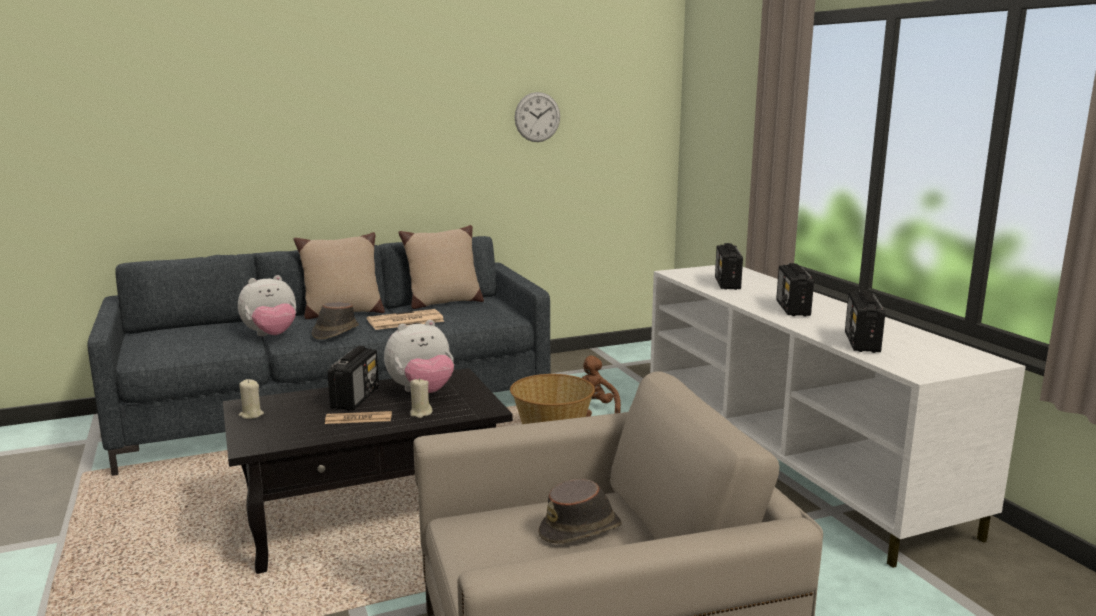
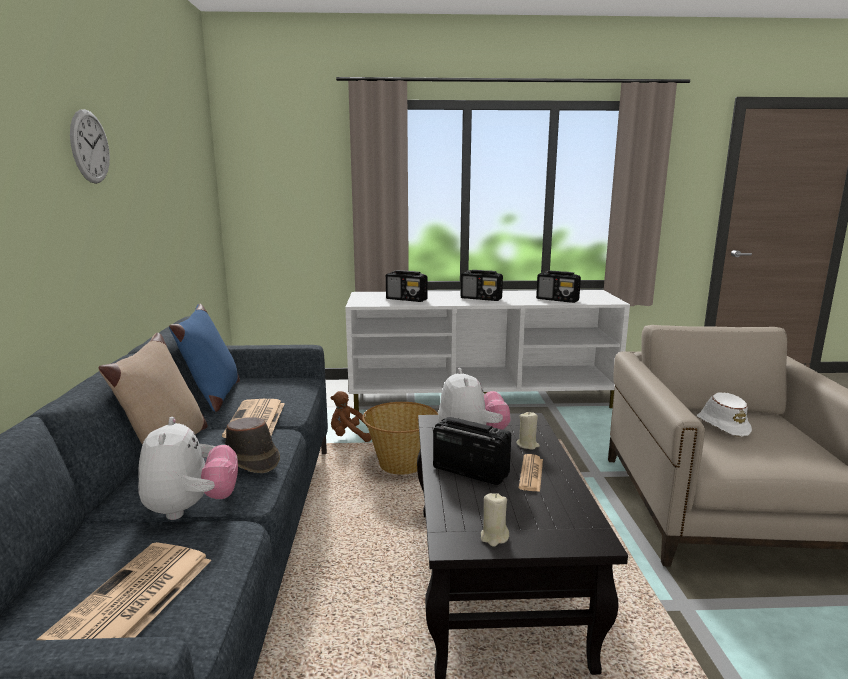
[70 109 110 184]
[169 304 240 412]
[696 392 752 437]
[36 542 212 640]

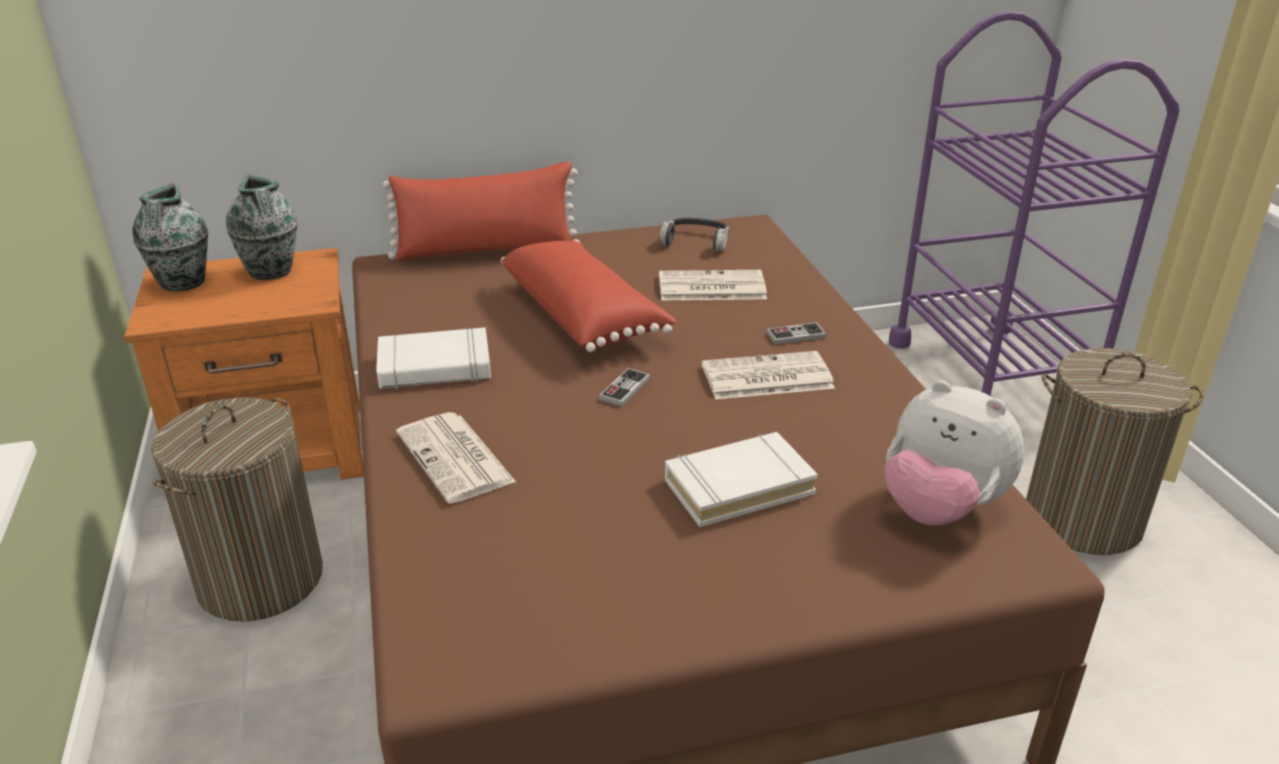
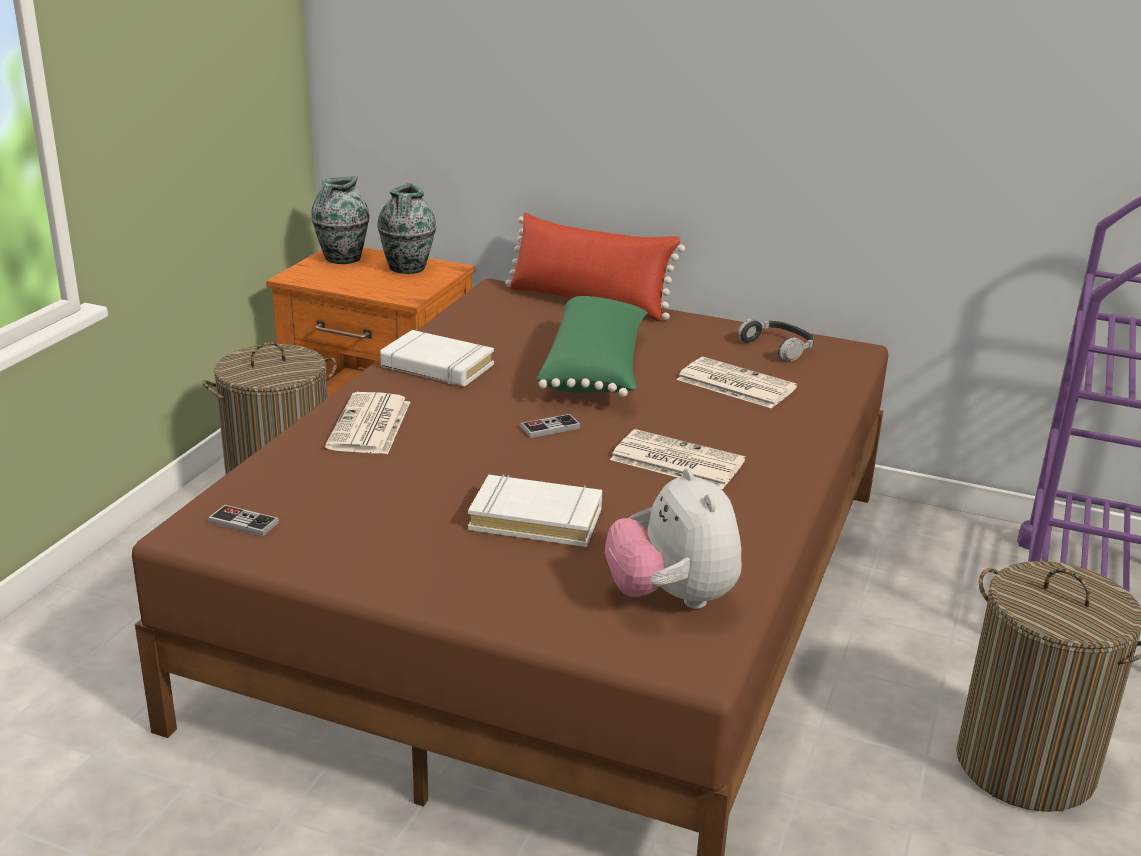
[537 296 648 397]
[208 505 279 537]

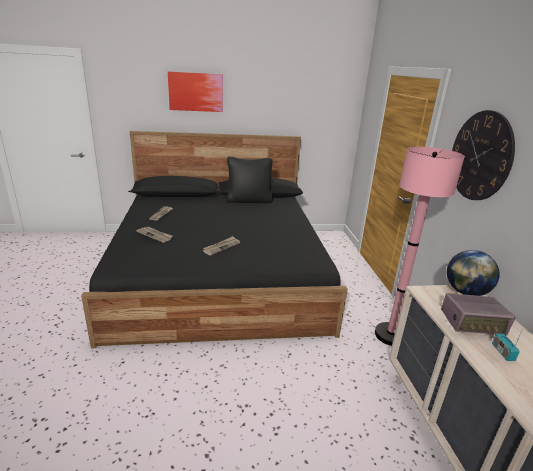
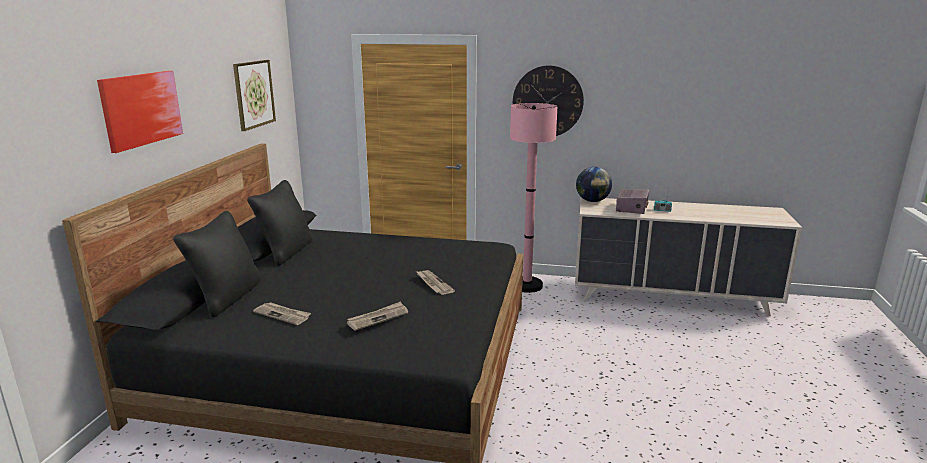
[233 60 276 131]
[173 211 261 317]

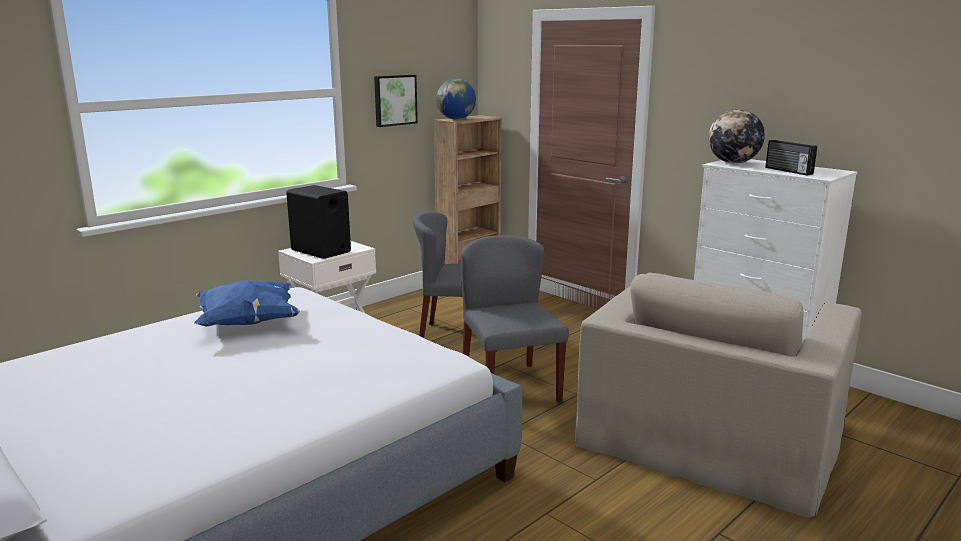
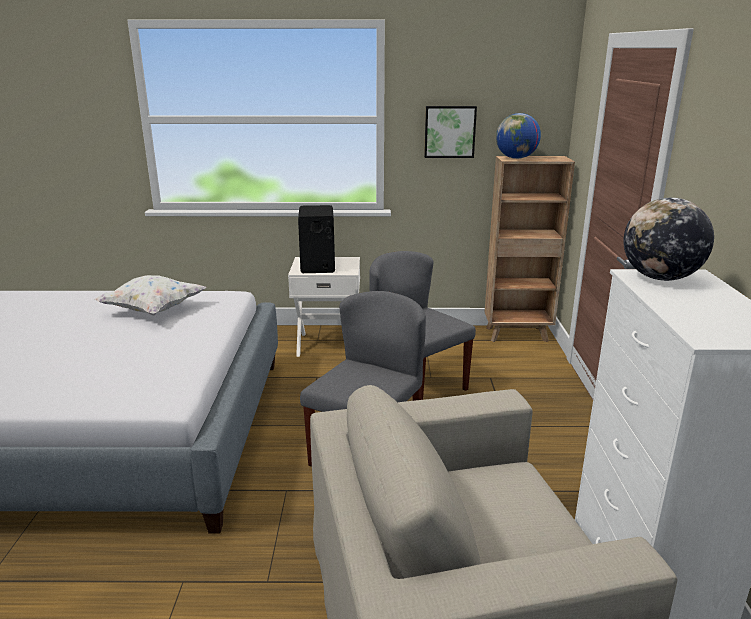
[765 140 817 175] (first image)
[95 275 207 316]

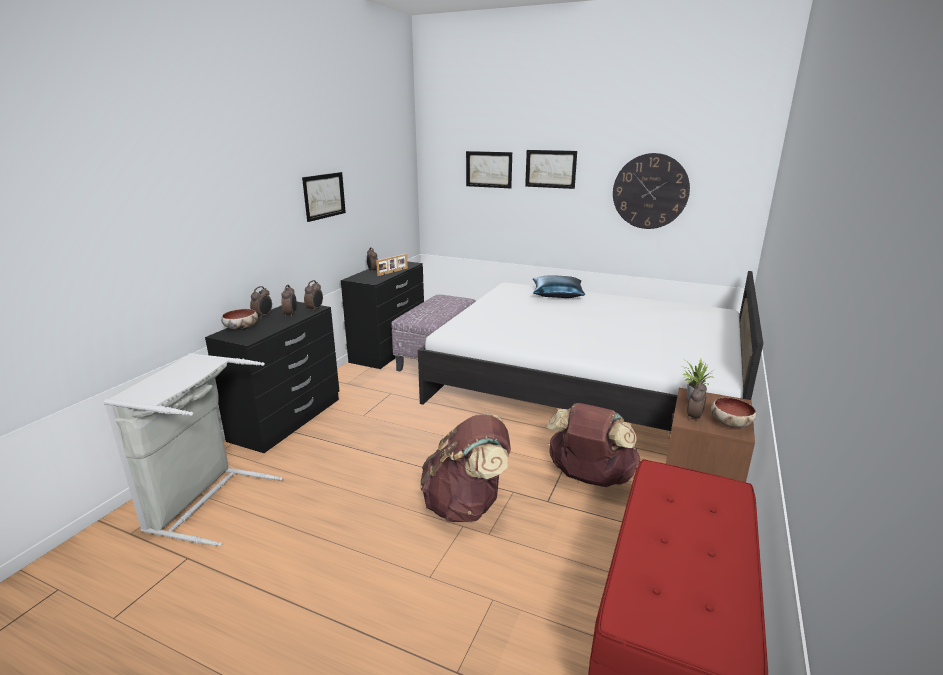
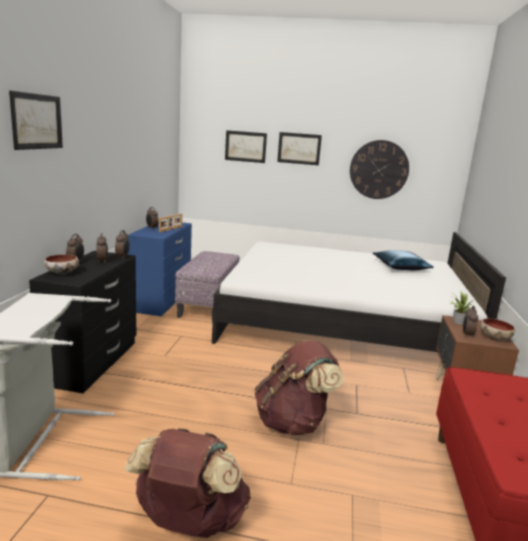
[9 91 63 150]
[128 222 192 316]
[373 250 434 271]
[125 428 251 538]

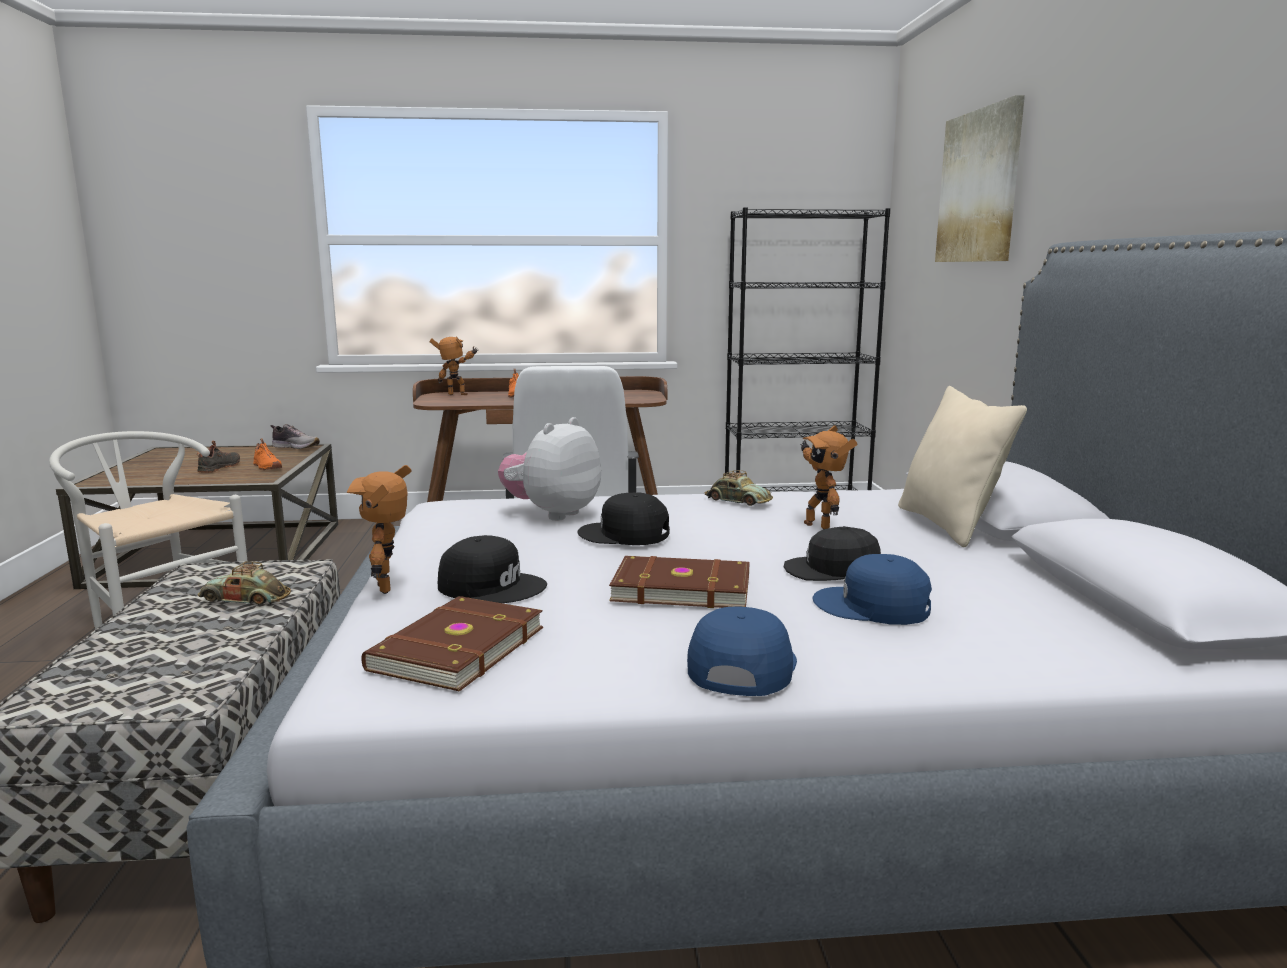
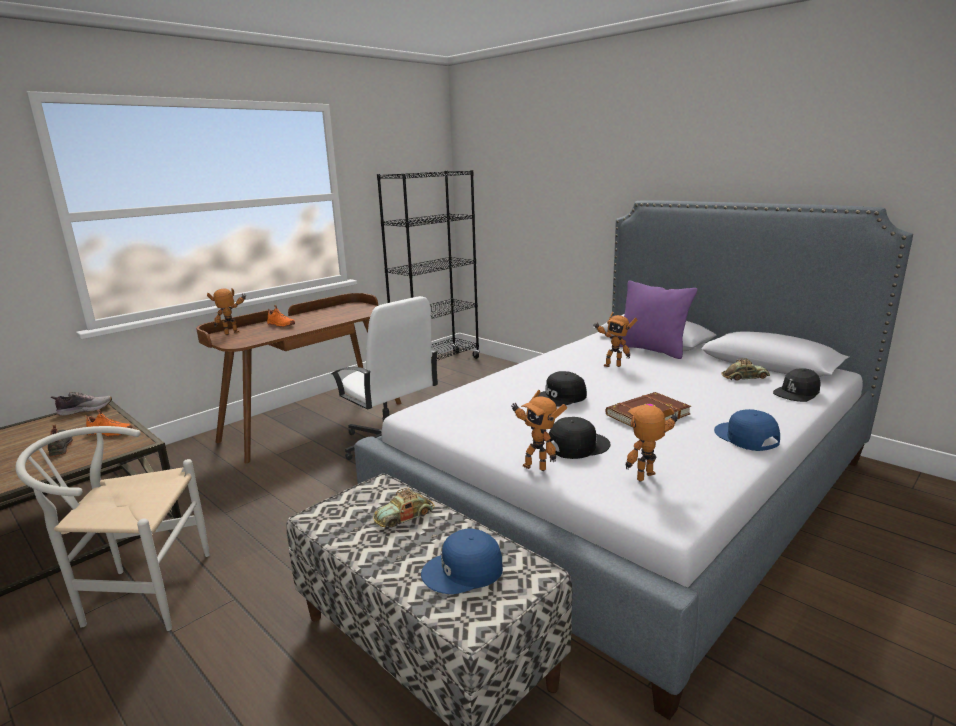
[935 95 1025 262] (first image)
[618 280 697 359]
[498 417 601 521] (first image)
[721 358 770 381]
[773 368 821 402]
[421 528 503 594]
[626 405 678 482]

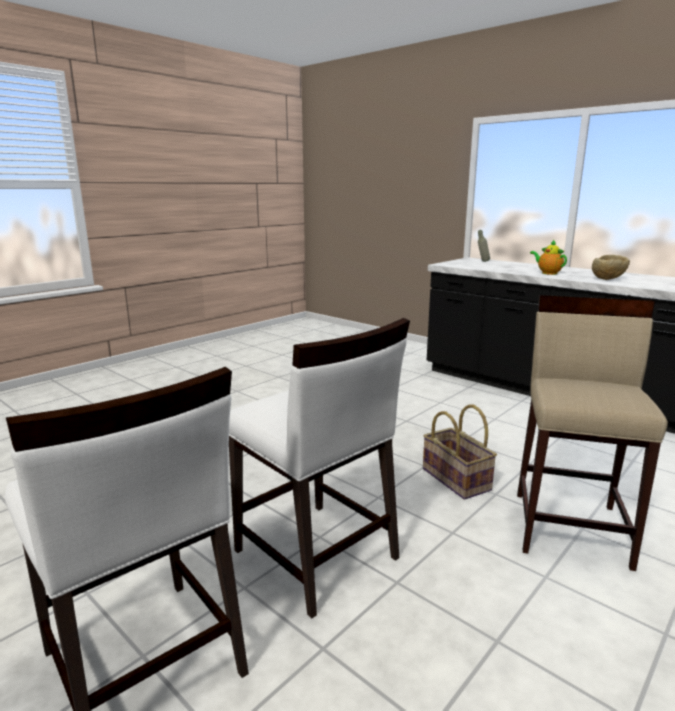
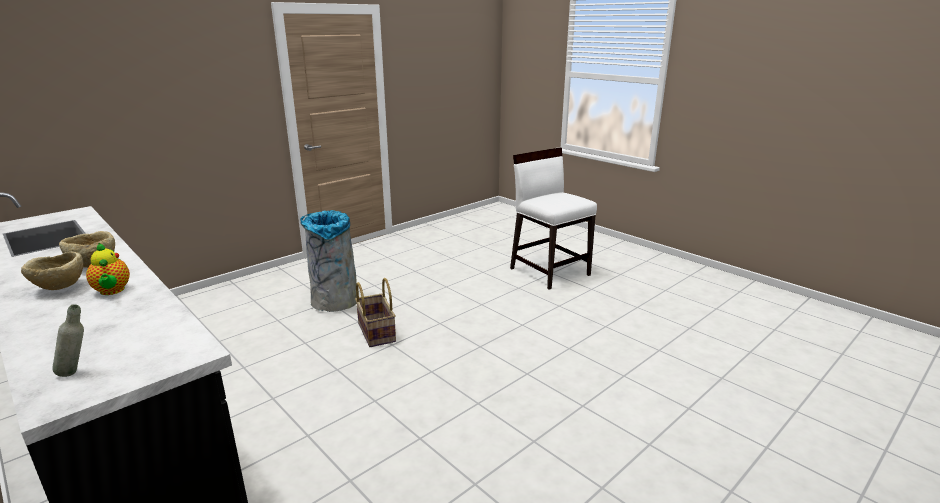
[300 210 357 312]
[229 318 410 618] (first image)
[21 252 83 290]

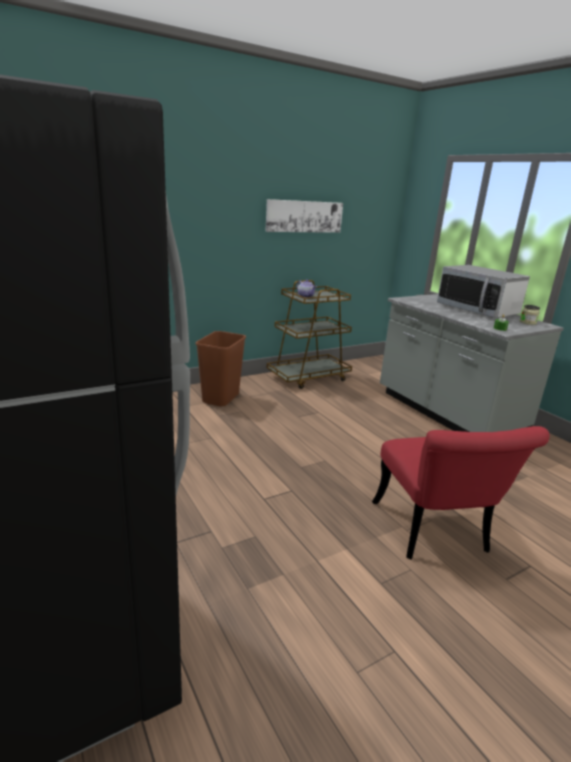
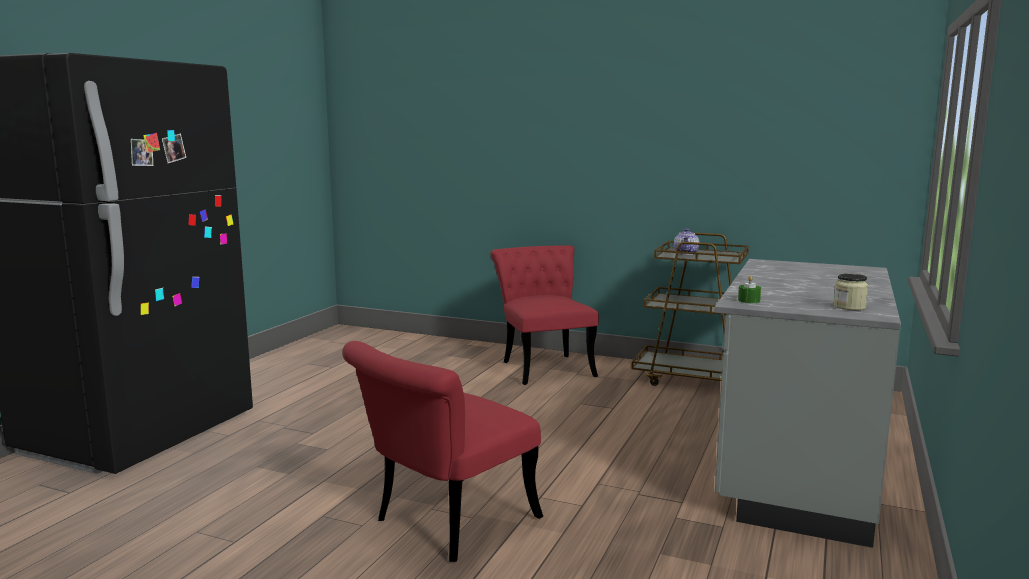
[266 199 343 233] (first image)
[437 265 530 318] (first image)
[490 245 599 385]

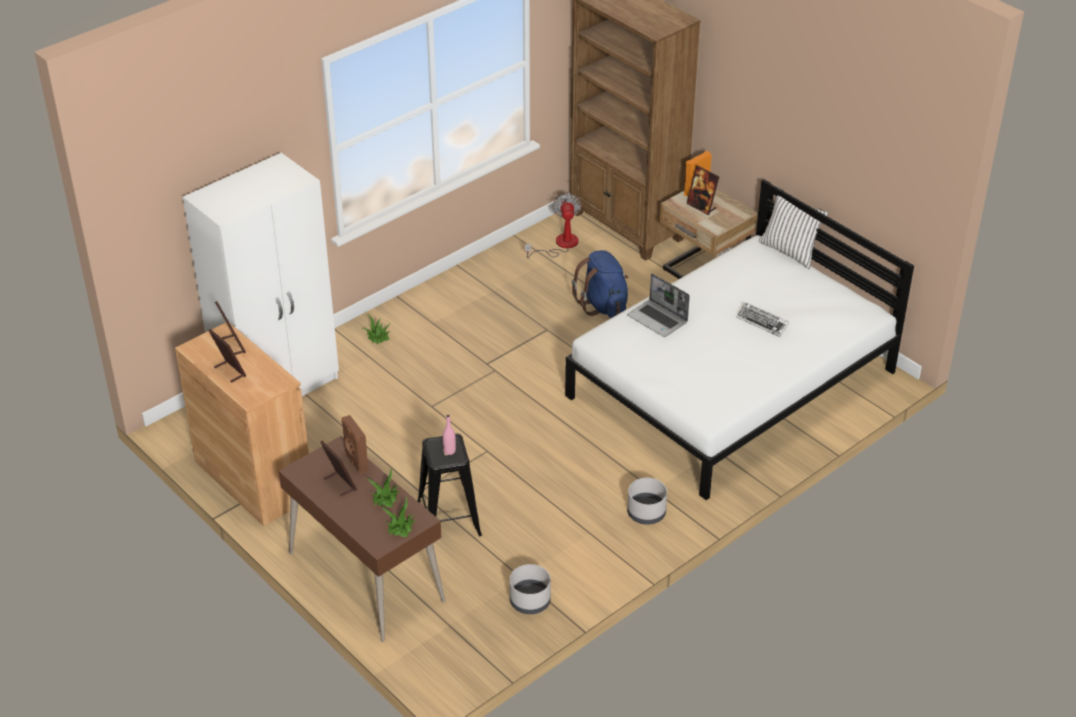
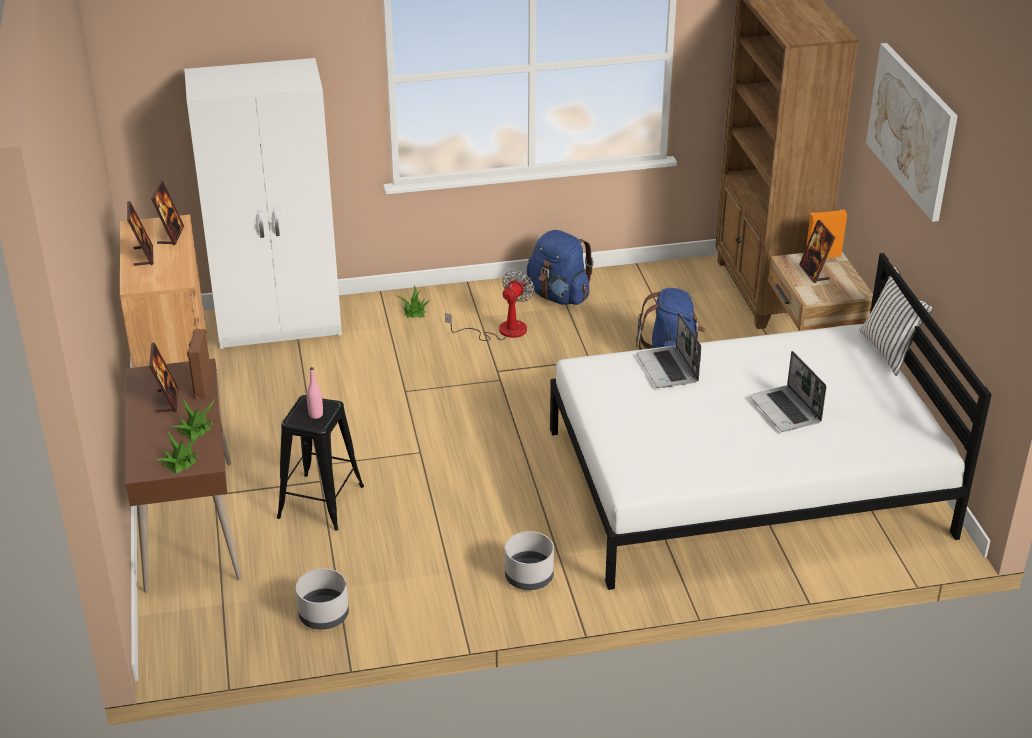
[445 270 534 341]
[749 351 826 432]
[866 43 958 222]
[526 230 594 305]

